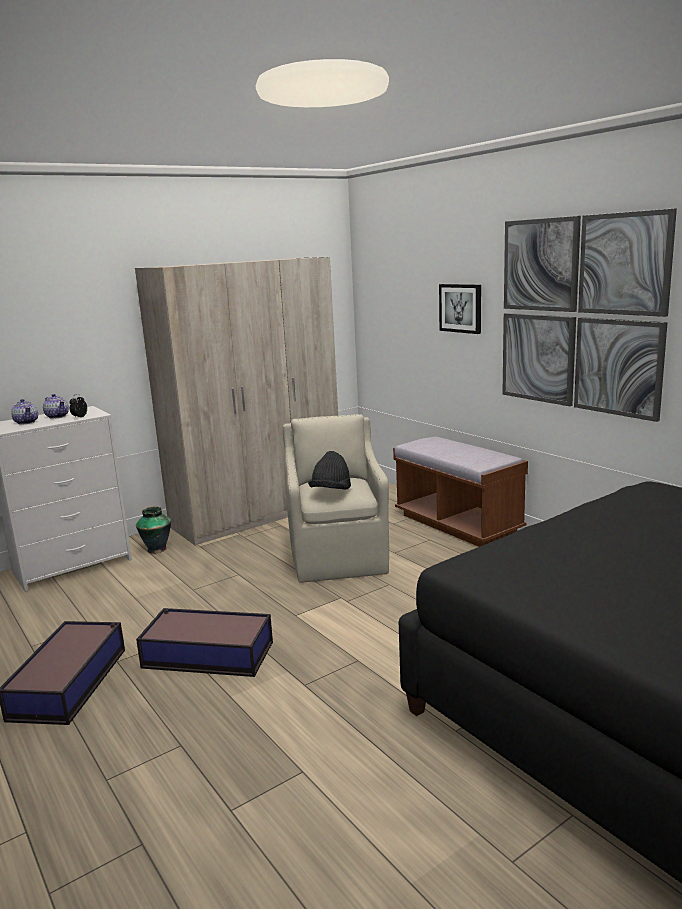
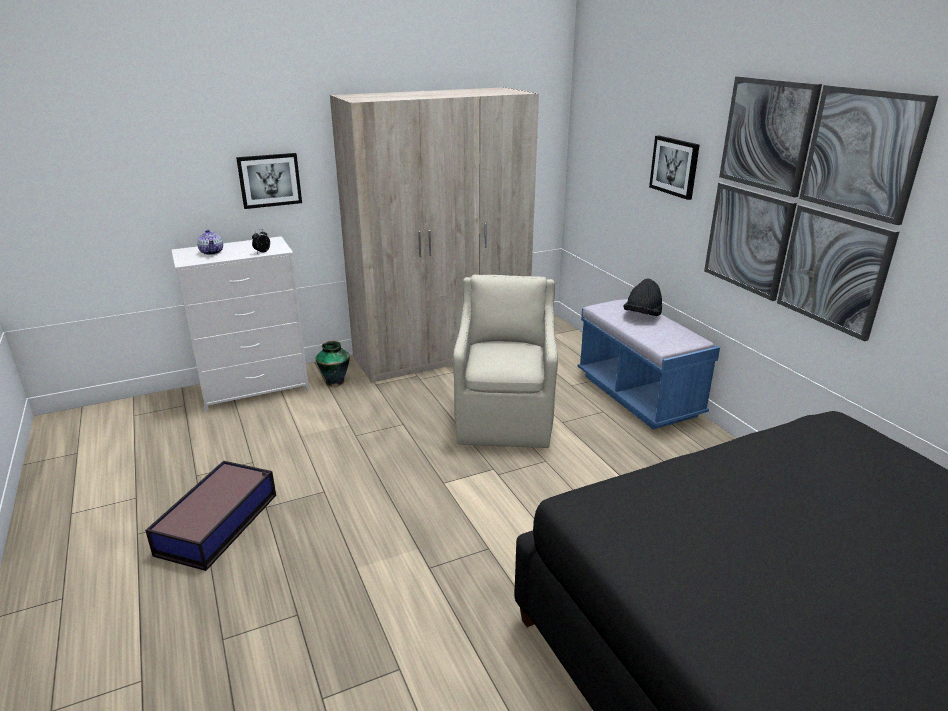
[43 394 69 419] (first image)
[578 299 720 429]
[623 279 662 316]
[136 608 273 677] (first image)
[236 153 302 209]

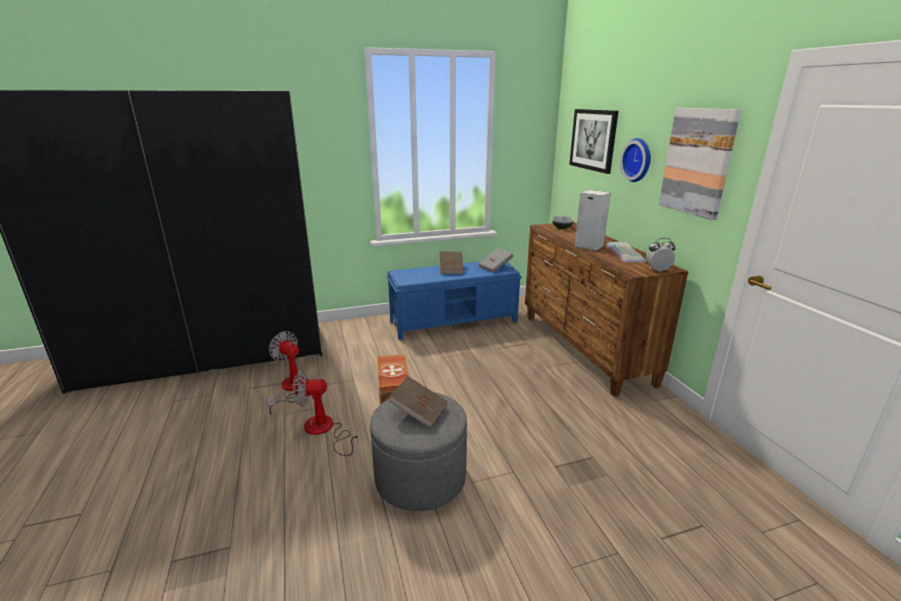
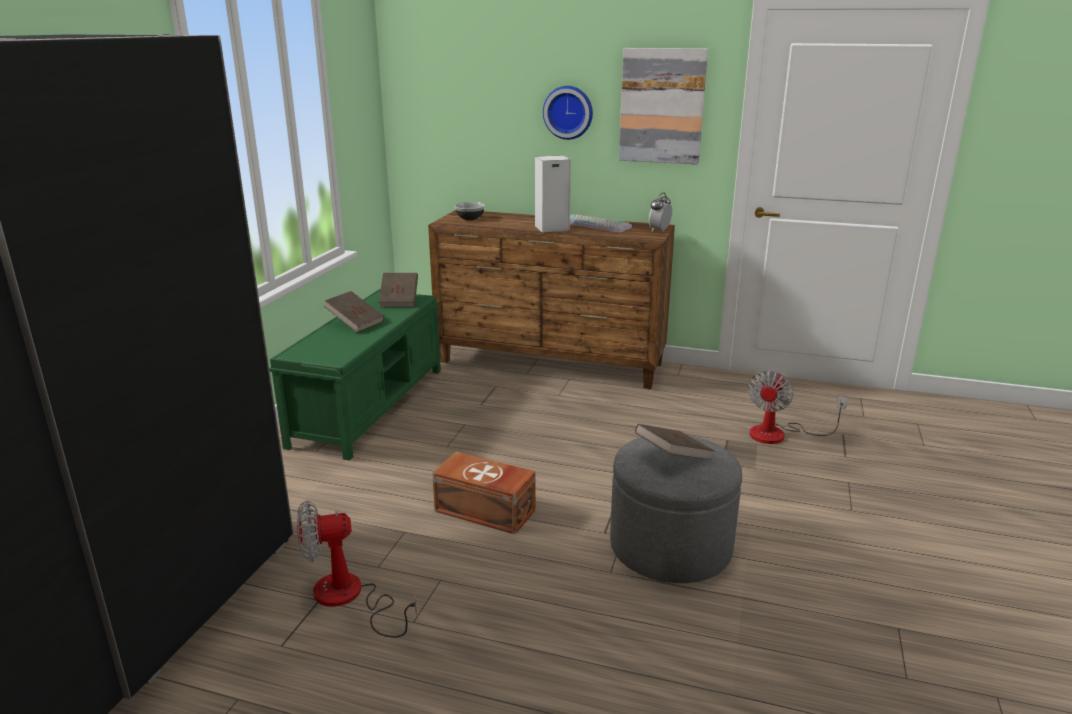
[569 109 618 174] (first image)
[379 273 418 307]
[269 289 441 461]
[748 371 848 444]

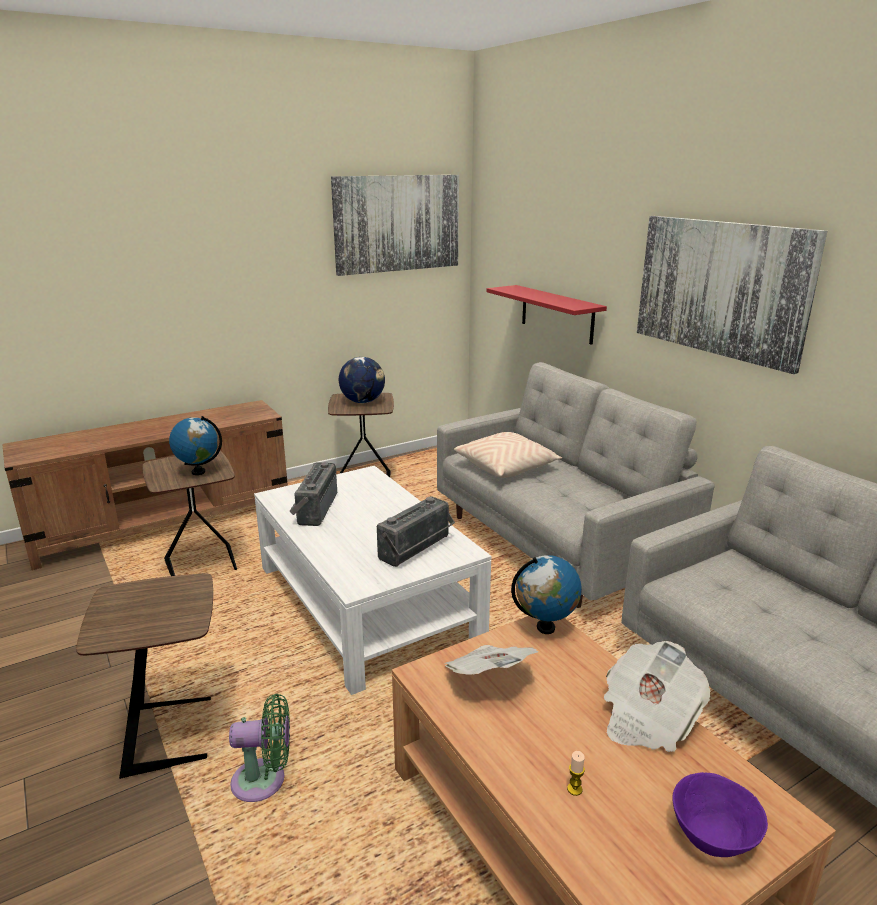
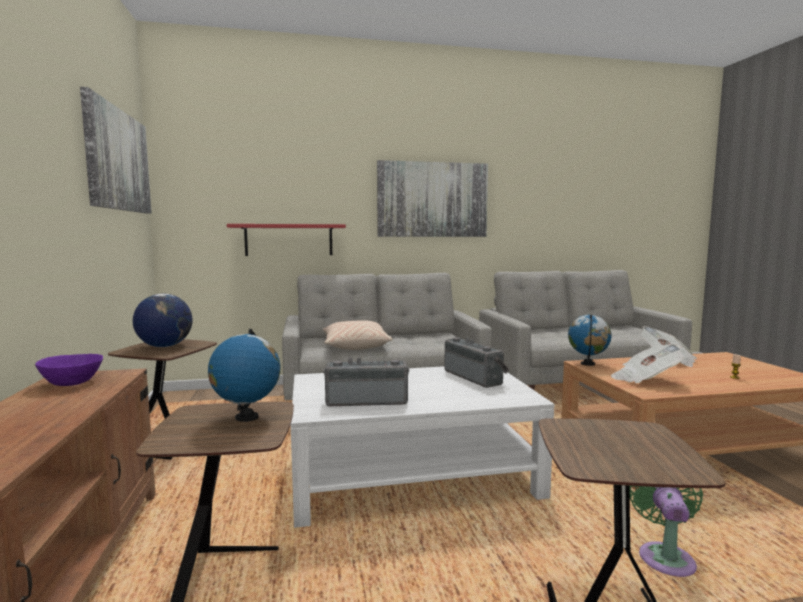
[323 357 409 407]
[35 354 103 386]

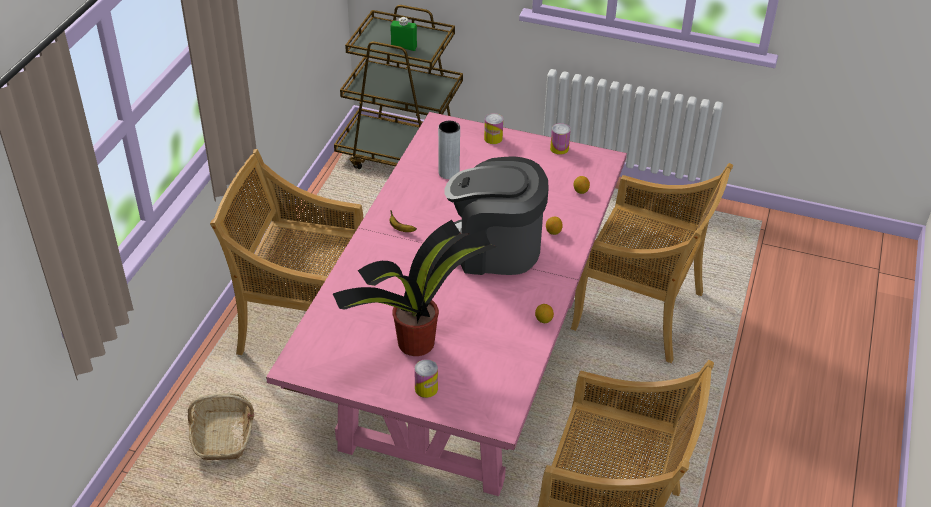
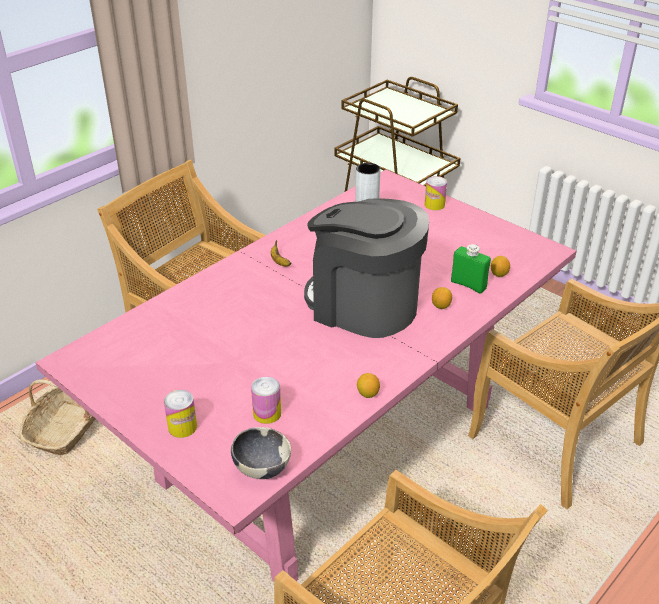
[451 244 491 294]
[251 376 281 424]
[333 220 497 356] (first image)
[231 427 291 479]

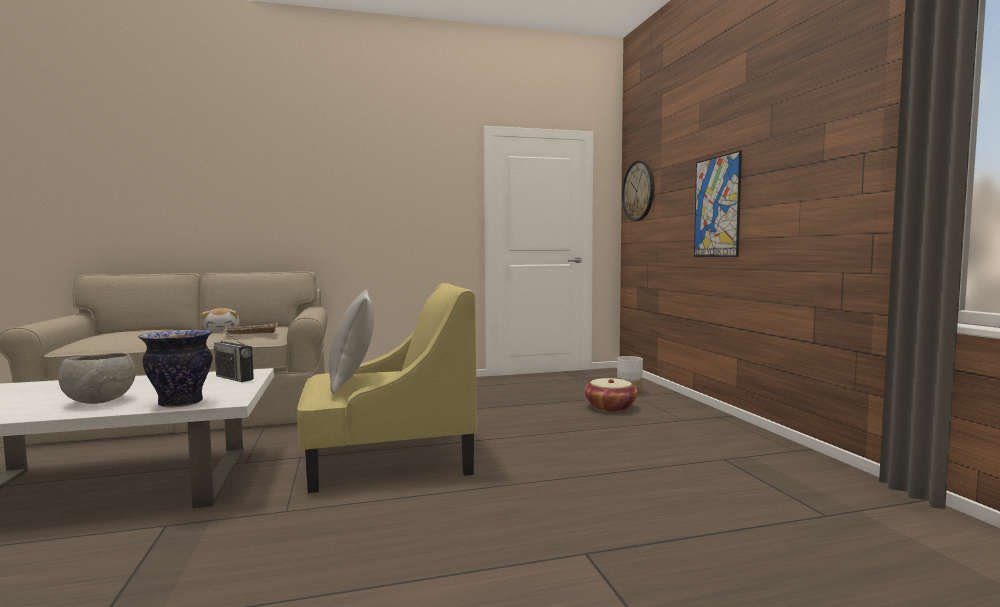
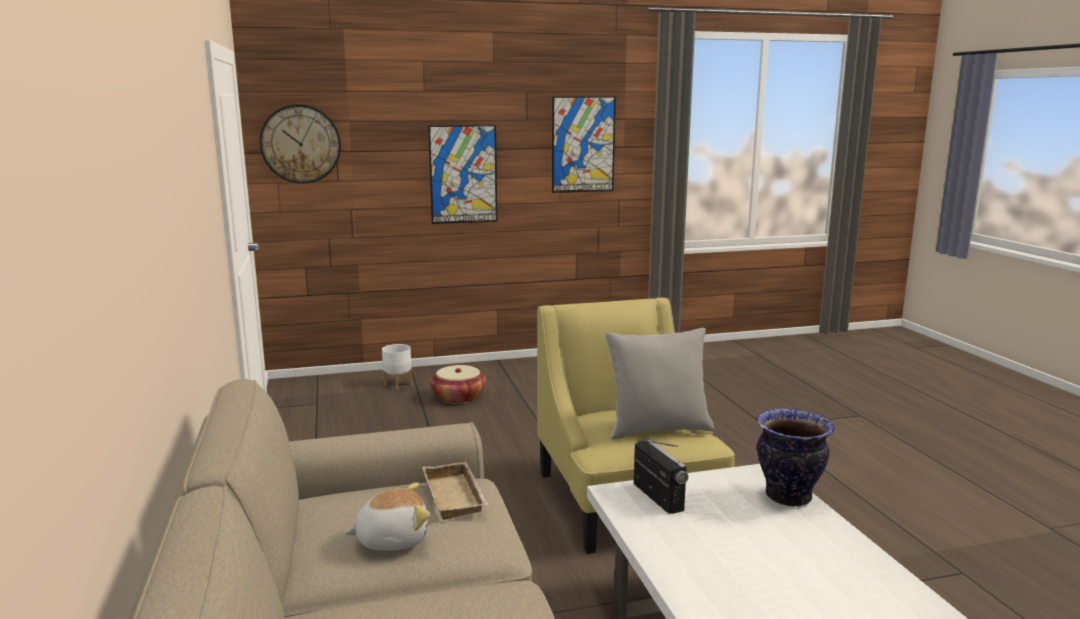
[634 439 688 514]
[58 353 136 404] (first image)
[552 96 616 193]

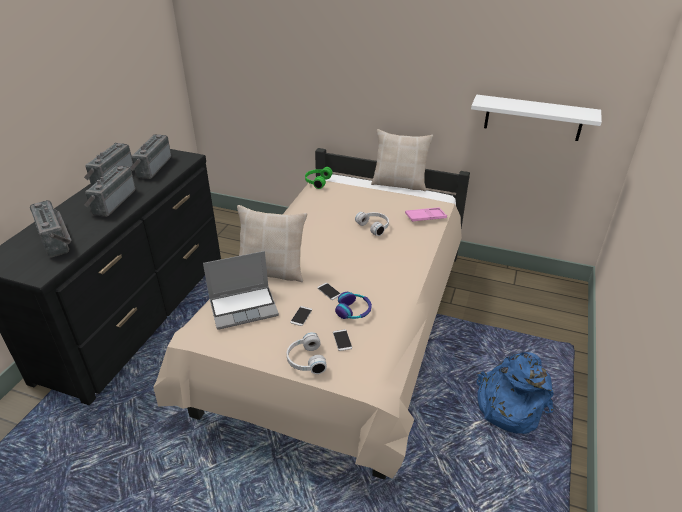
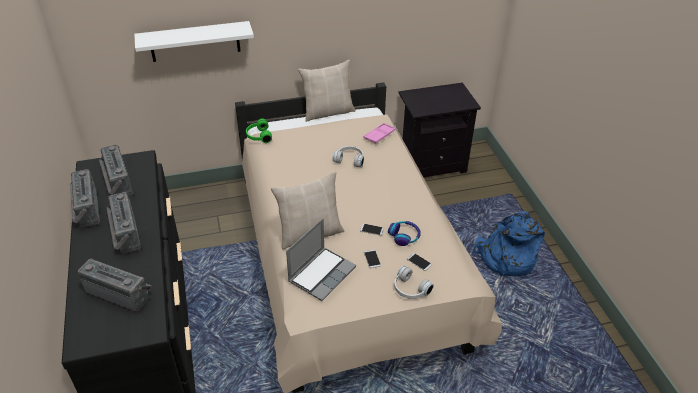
[134 21 254 62]
[399 83 481 177]

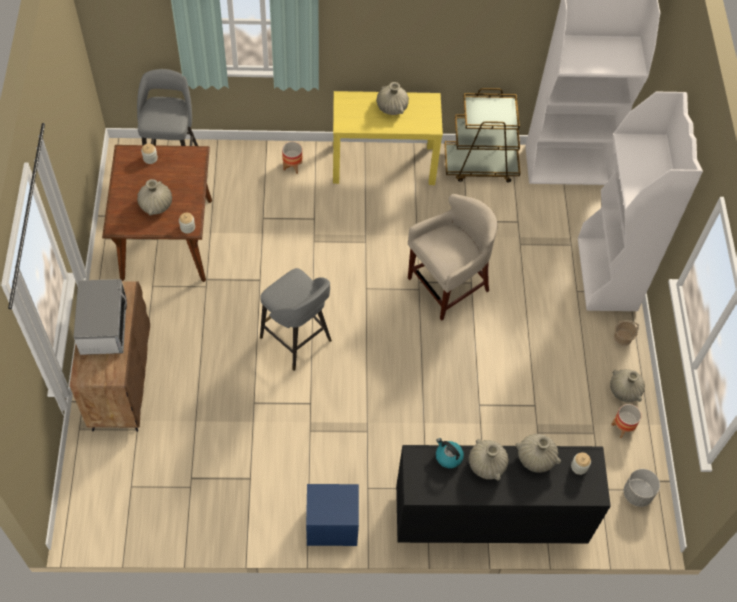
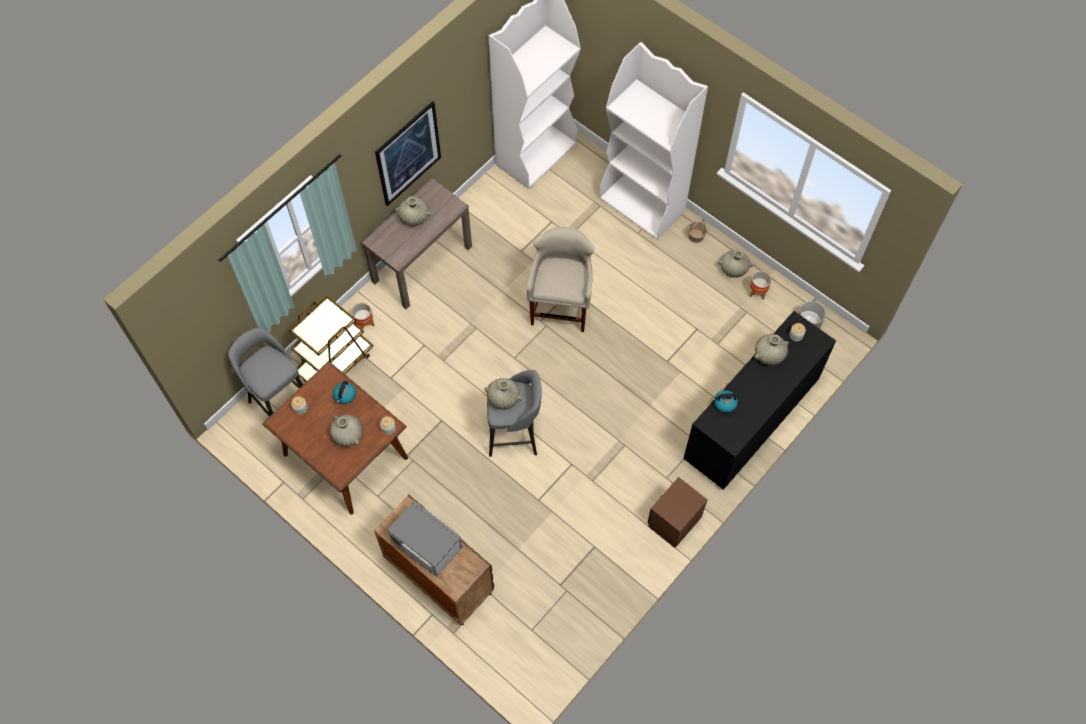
[289 295 373 382]
[362 178 472 309]
[484 378 522 410]
[648 477 707 548]
[375 101 441 206]
[333 381 356 404]

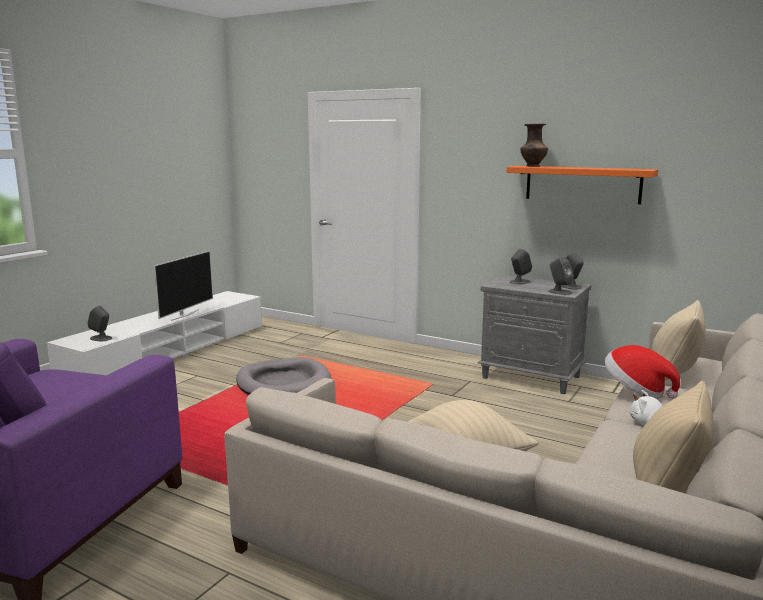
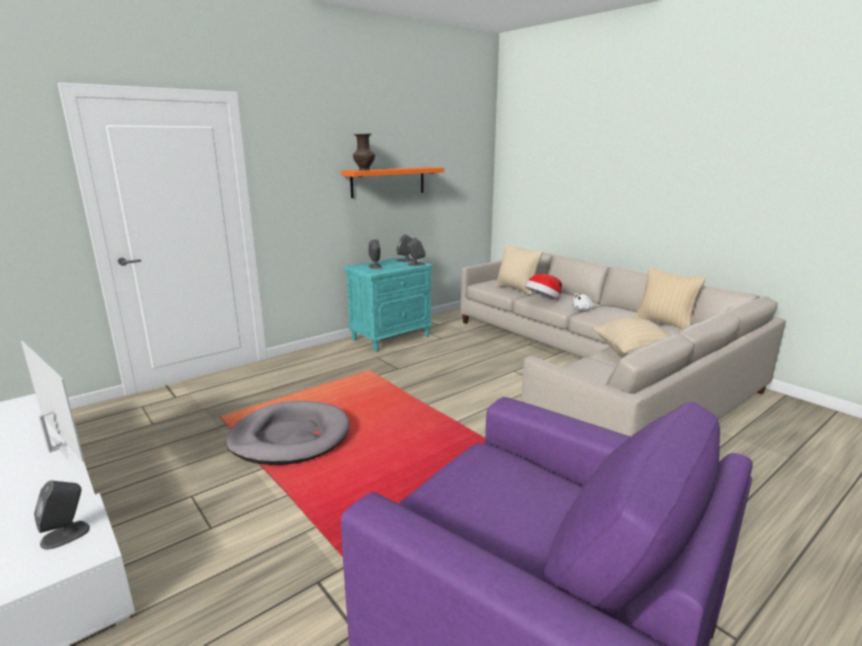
[344 257 434 352]

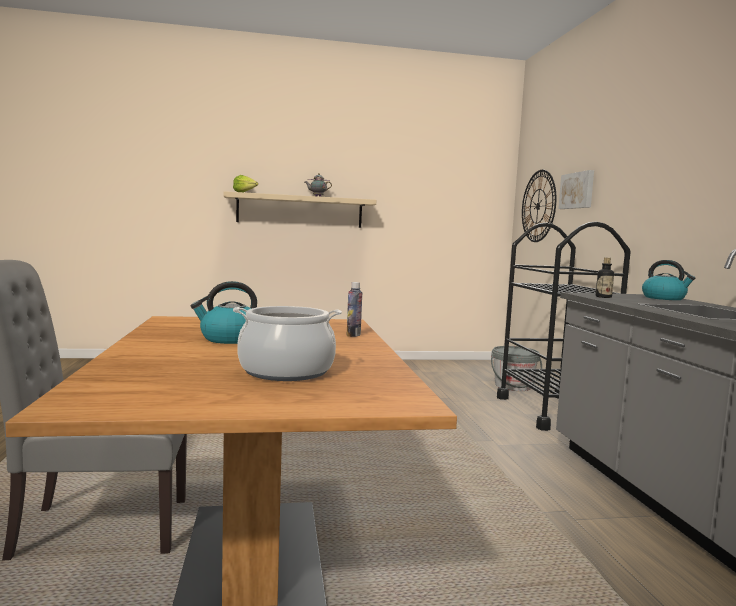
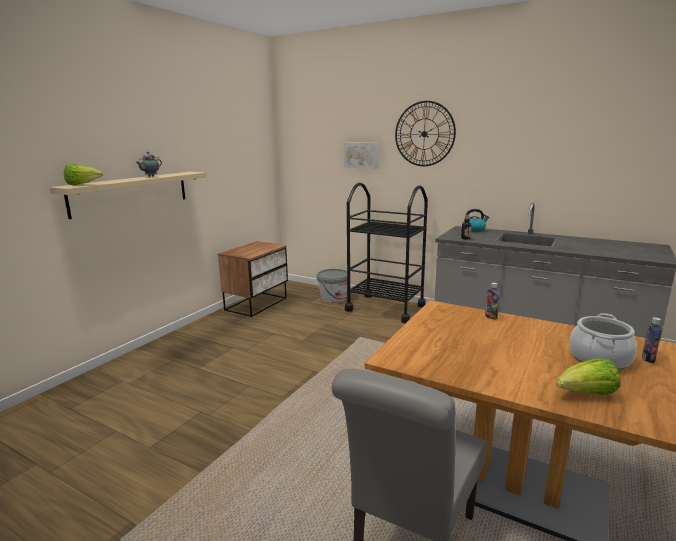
[395 101 456 166]
[191 281 257 344] (first image)
[218 241 288 317]
[642 317 662 363]
[556 358 620 395]

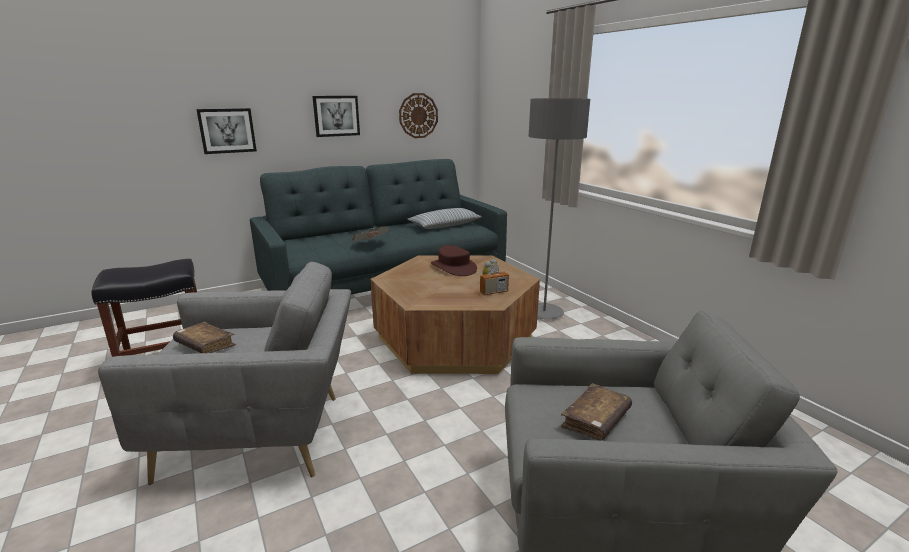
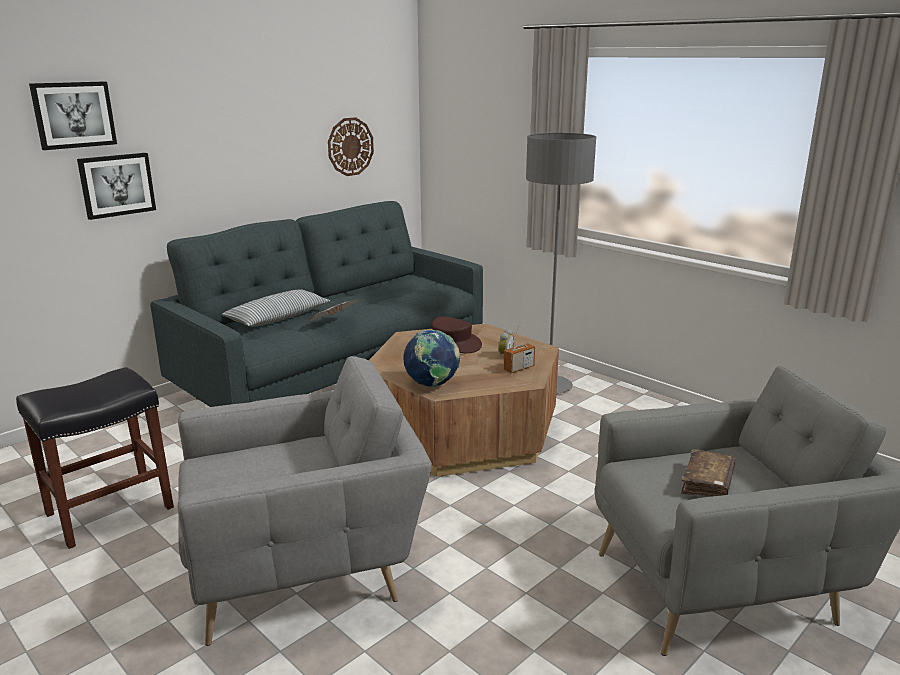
[29 81 117 150]
[222 289 330 327]
[173 322 236 353] (first image)
[403 329 460 388]

